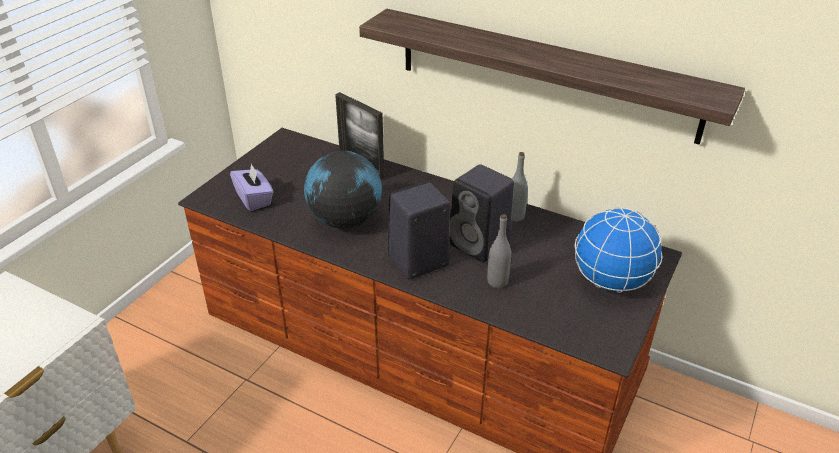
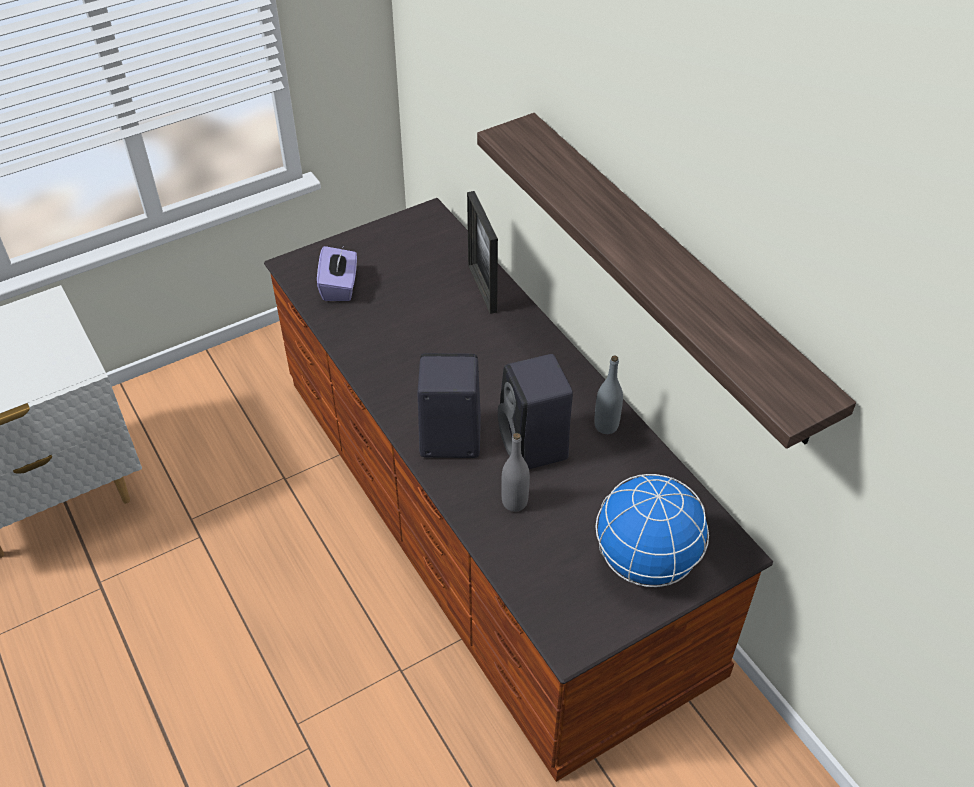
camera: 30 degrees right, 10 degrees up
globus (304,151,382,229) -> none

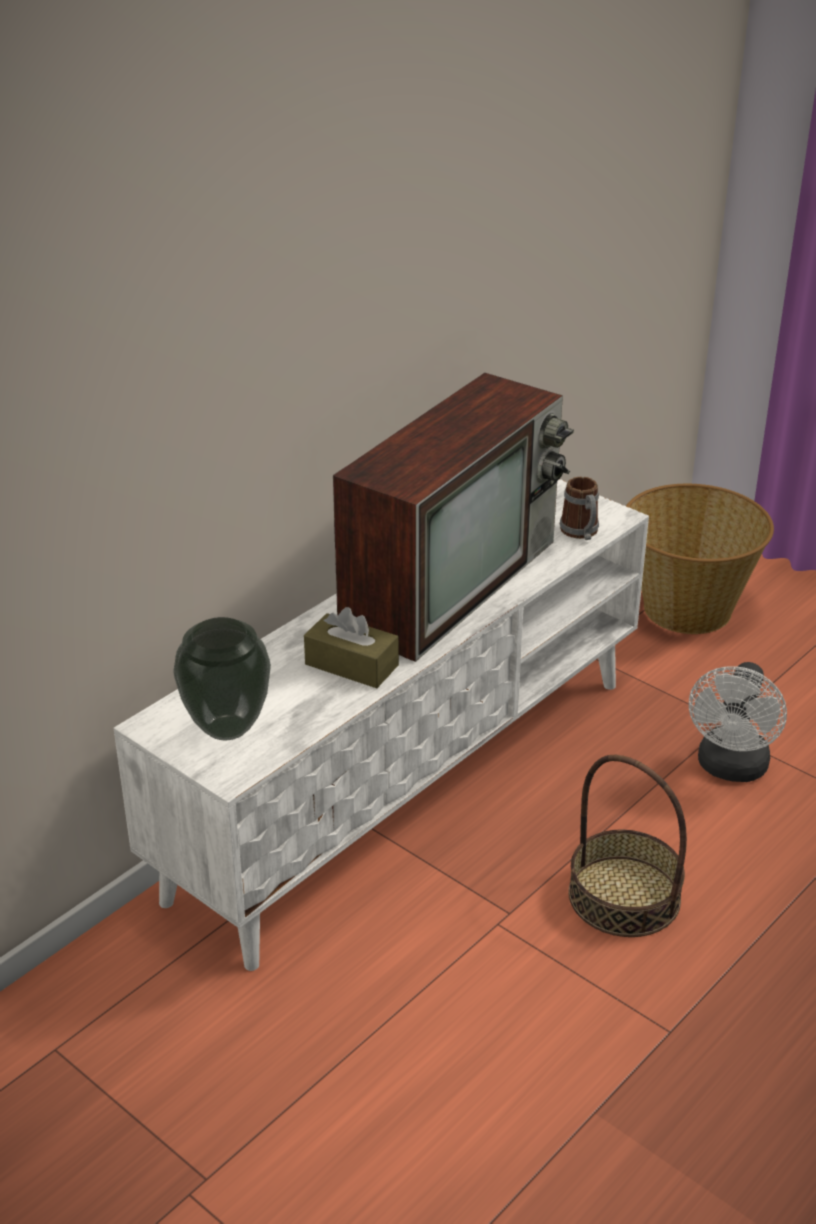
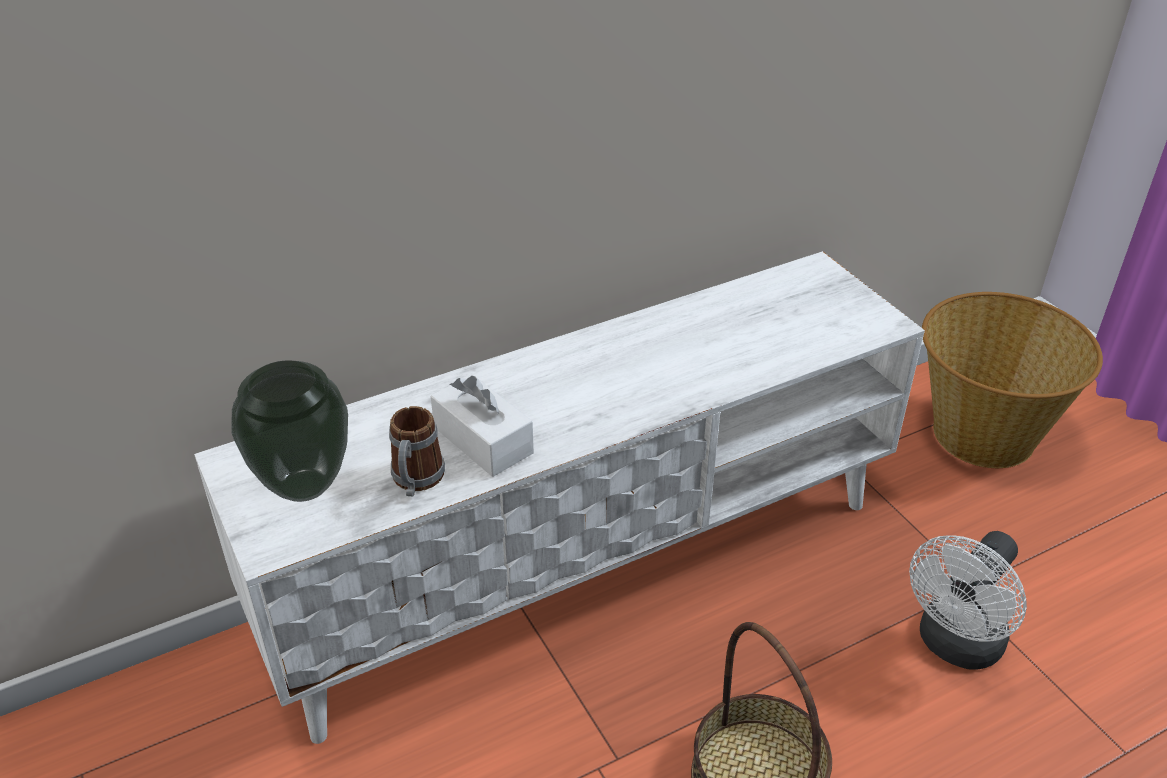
camera: 20 degrees right, 5 degrees up
telewizor (333,373,574,662) -> none
kubek (560,476,599,540) -> kubek (389,406,445,496), move
pudełko chusteczek (brązowy) (304,607,399,688) -> pudełko chusteczek (biały) (431,374,534,477)

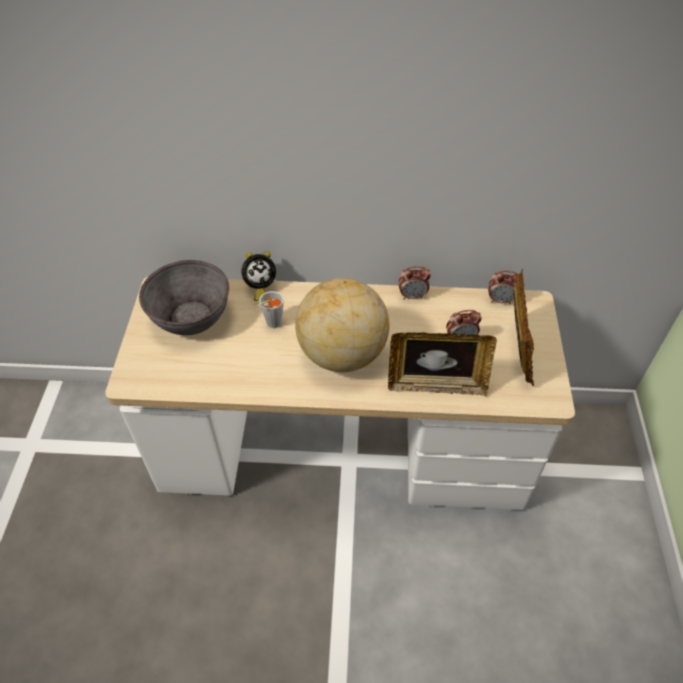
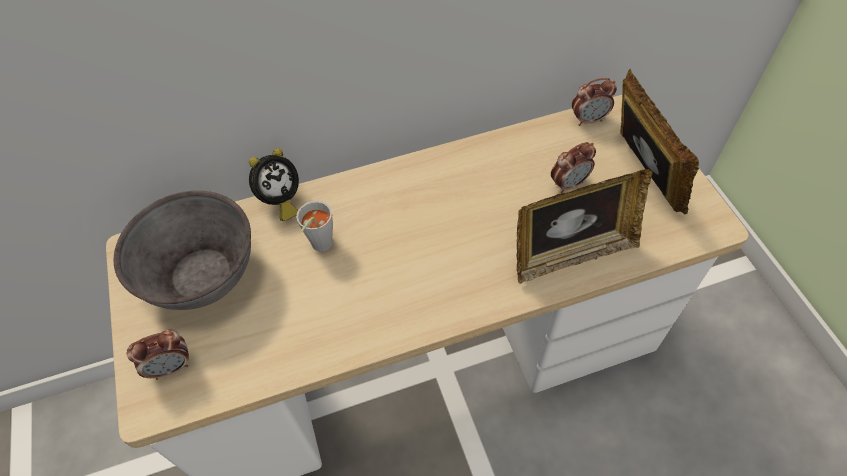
camera: 20 degrees left, 5 degrees up
budzik (399,266,431,299) -> budzik (126,329,189,380), move
globus (295,278,390,372) -> none

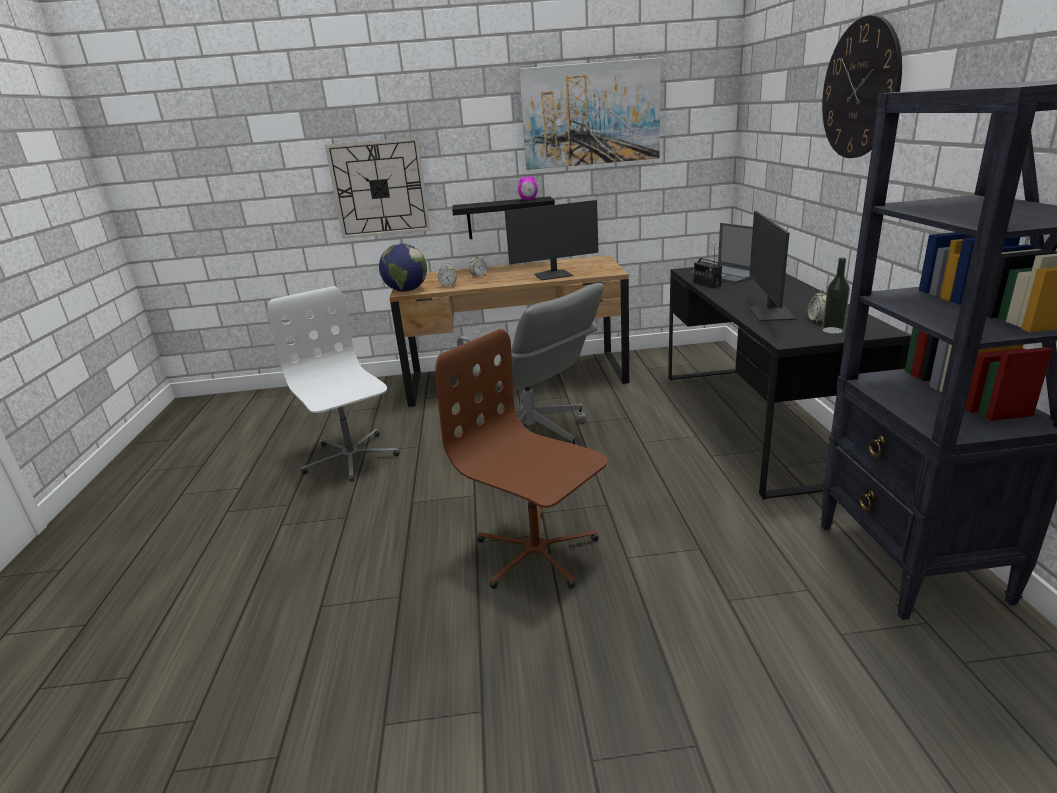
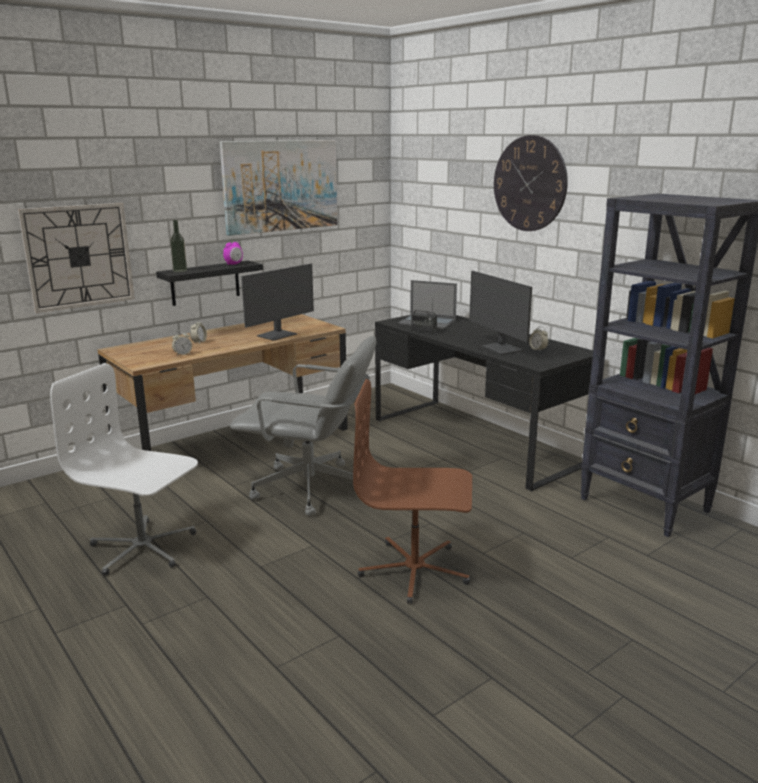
camera: 35 degrees left, 5 degrees down
globus (379,243,427,292) -> none
butelka (822,258,850,334) -> butelka (170,220,187,272), move

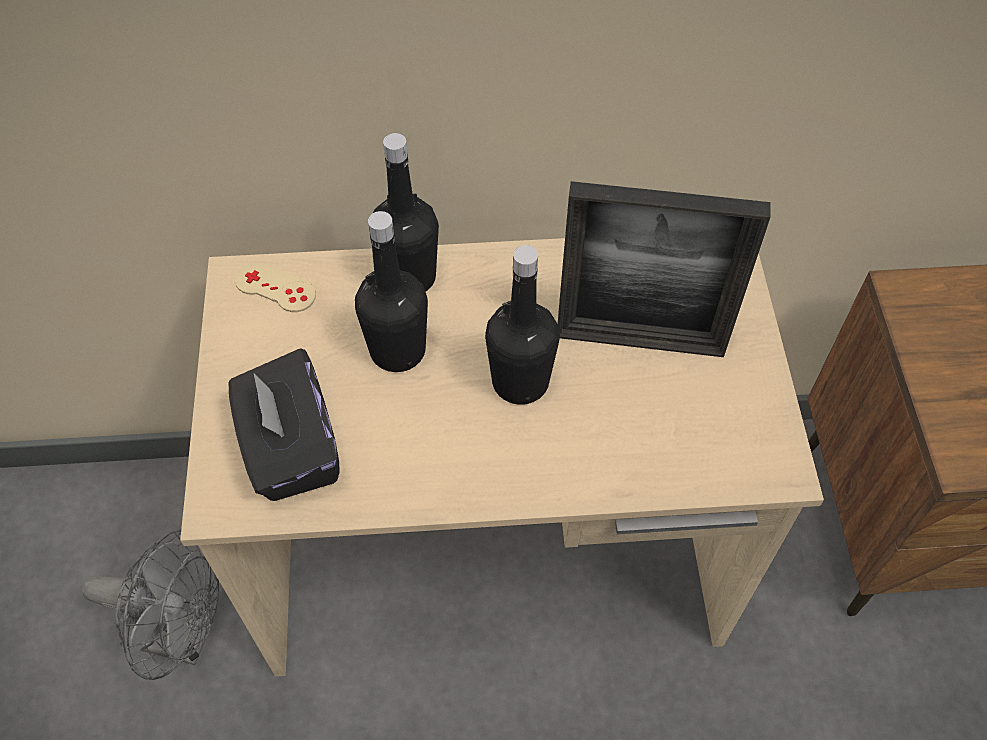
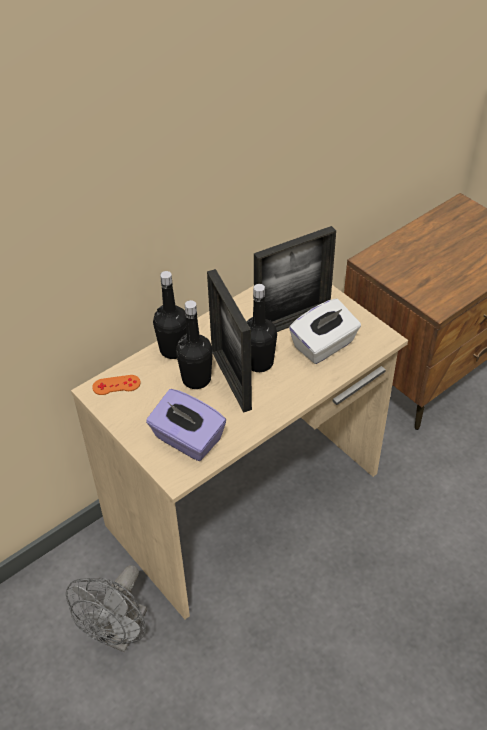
camera: 35 degrees left, 10 degrees down
pad do gier (beżowy) (235,263,316,312) -> pad do gier (pomarańczowy) (92,375,141,395)
pudełko chusteczek (czarny) (228,348,340,501) -> pudełko chusteczek (fioletowy) (146,389,226,461)
wentylator (szary) (82,529,219,680) -> wentylator (szary) (66,565,147,652), 135 degrees clockwise
none -> ramka na zdjęcie (207,269,252,413)
none -> pudełko chusteczek (biały) (289,299,361,364)

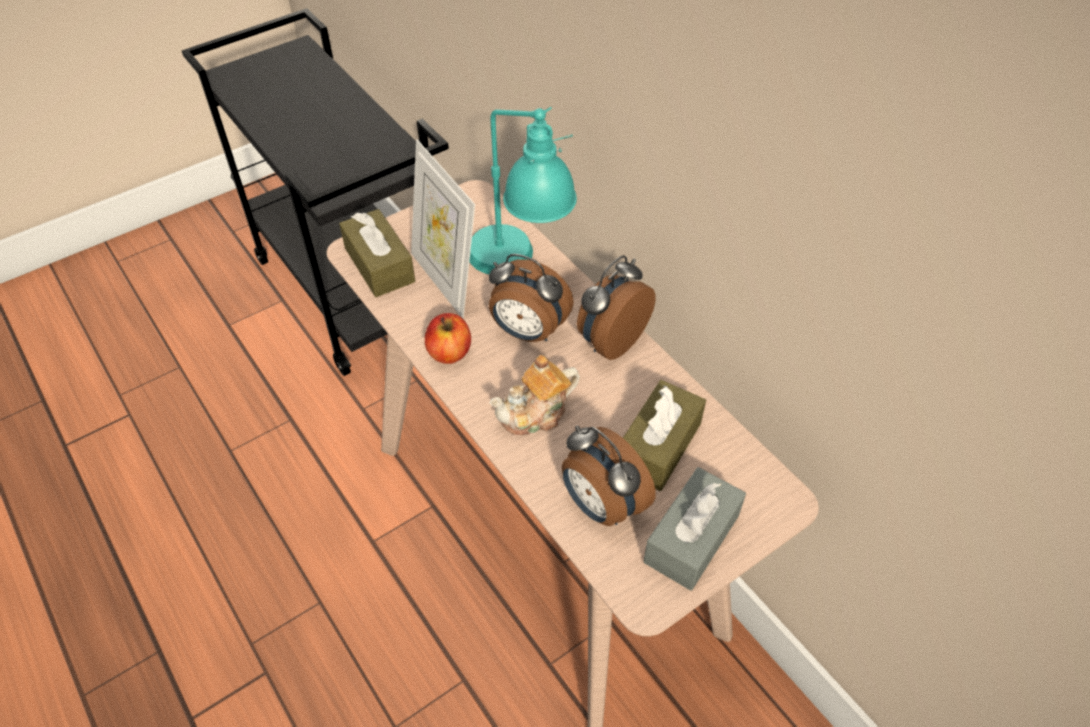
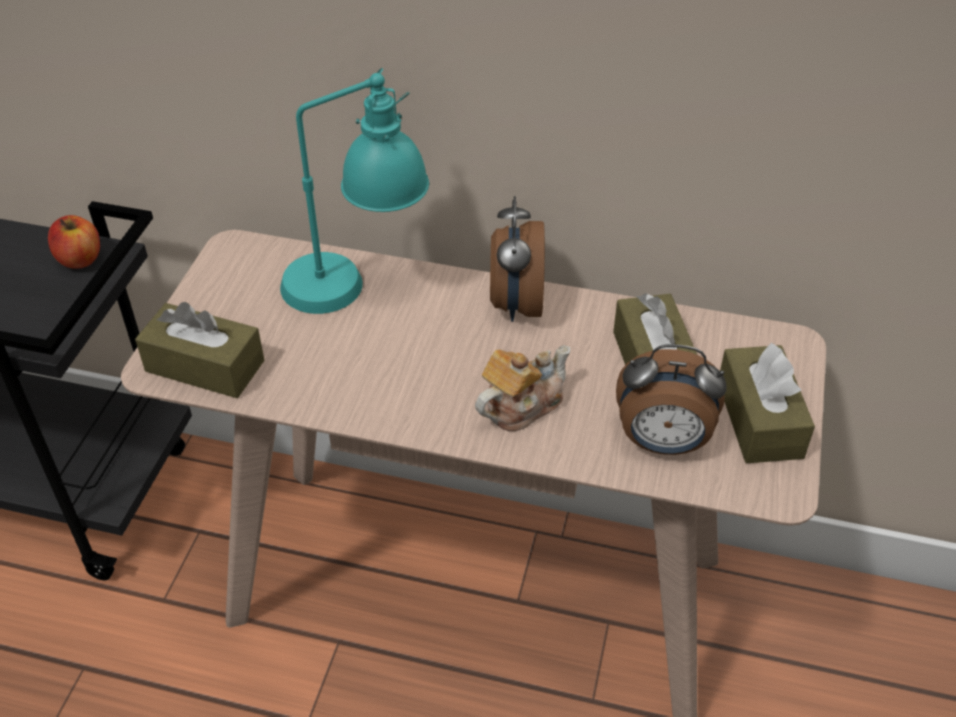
camera: 40 degrees left, 5 degrees down
ramka na zdjęcie (411,139,475,319) -> none
budzik (489,254,574,342) -> none
jabłko (425,313,471,364) -> jabłko (48,215,100,269), move
imbryk (489,355,580,435) -> imbryk (475,345,571,431), 150 degrees counterclockwise
pudełko chusteczek (szary) (643,467,746,591) -> pudełko chusteczek (brązowy) (720,342,815,463)

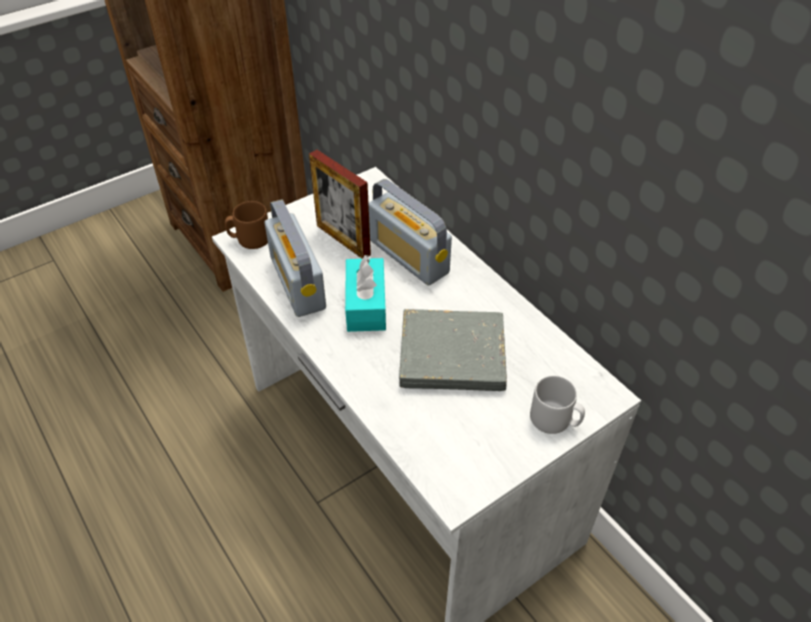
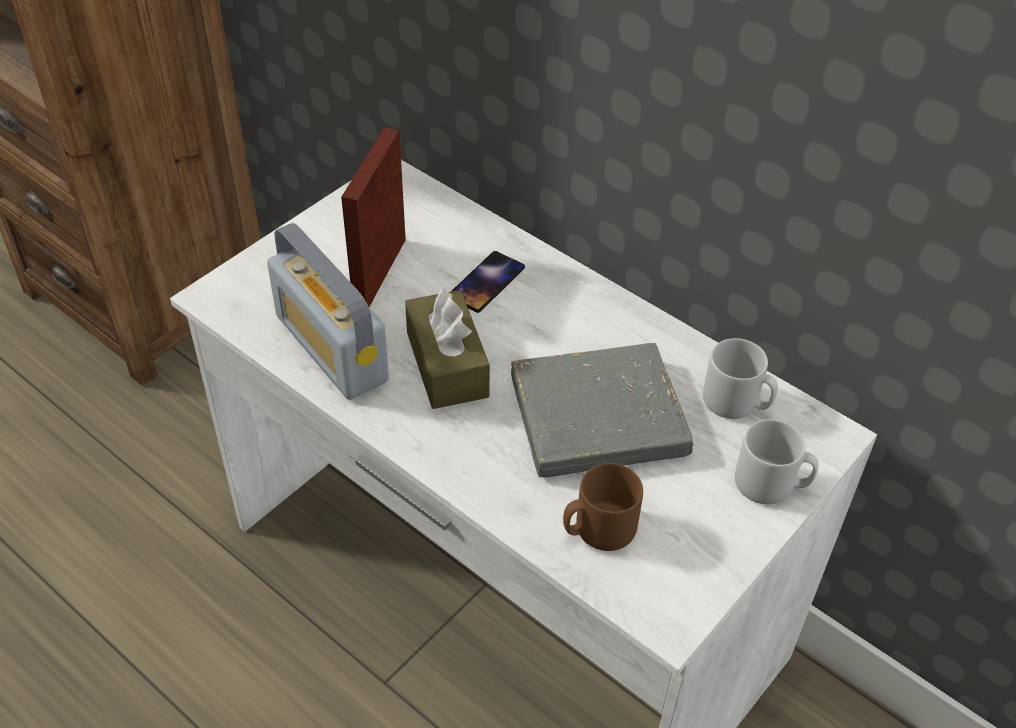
camera: 15 degrees left, 0 degrees up
ramka na zdjęcie (309,150,371,259) -> ramka na zdjęcie (341,127,406,307), 75 degrees clockwise
radio (369,179,452,285) -> telefon (451,251,525,313)
kubek (brązowy) (225,201,268,249) -> kubek (brązowy) (563,463,643,551), move
pudełko chusteczek (turkusowy) (345,255,386,332) -> pudełko chusteczek (brązowy) (405,289,490,409)
none -> kubek (szary) (703,338,778,419)

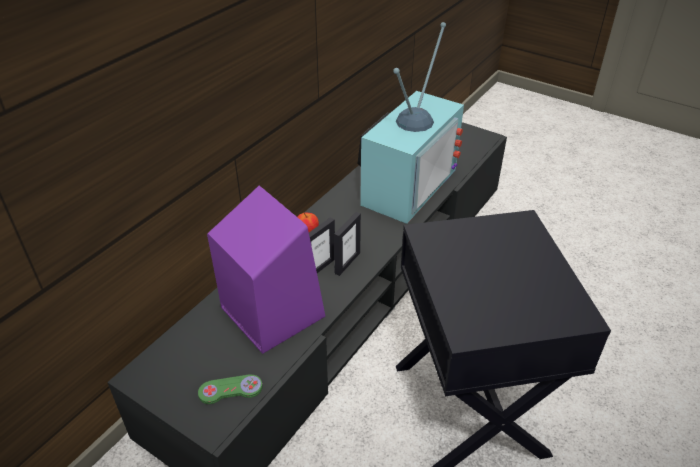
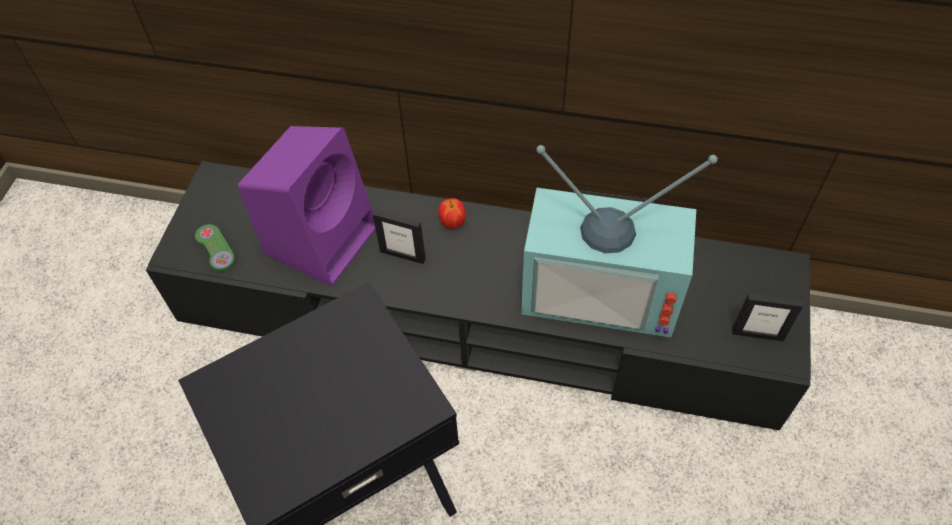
camera: 70 degrees right, 15 degrees up
ramka na zdjęcie (334,212,361,276) -> ramka na zdjęcie (732,293,803,341), move

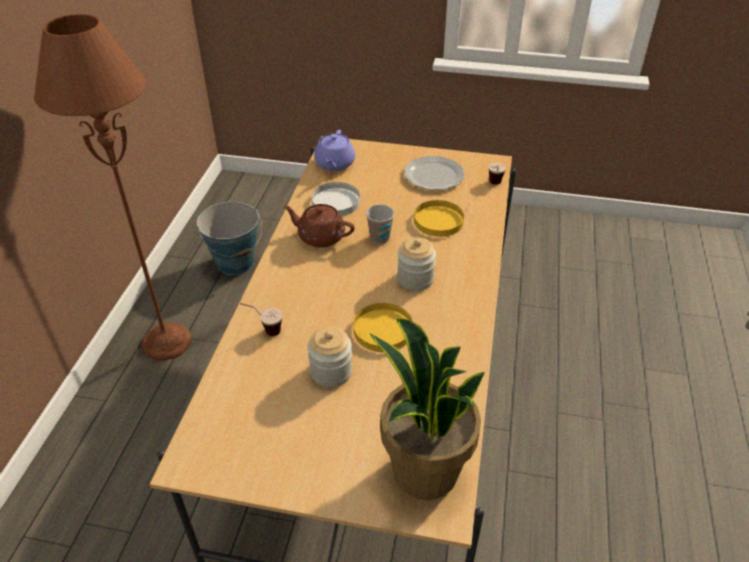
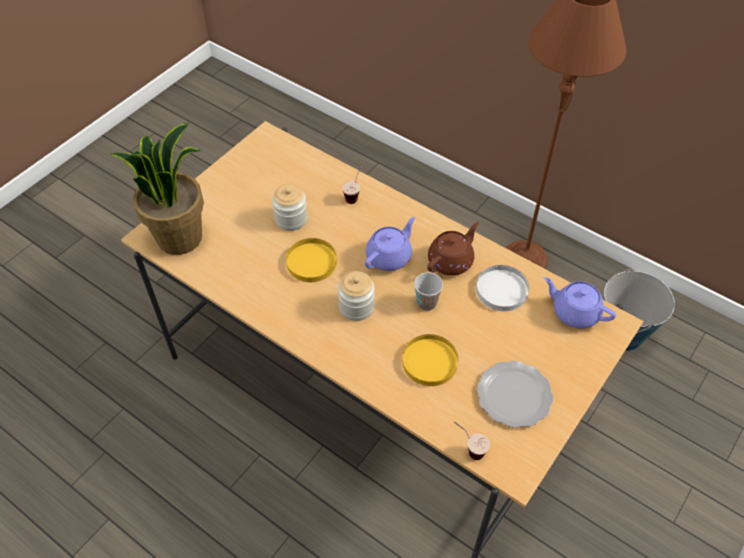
camera: 115 degrees right, 10 degrees up
none -> imbryk (fioletowy) (365,217,415,271)

